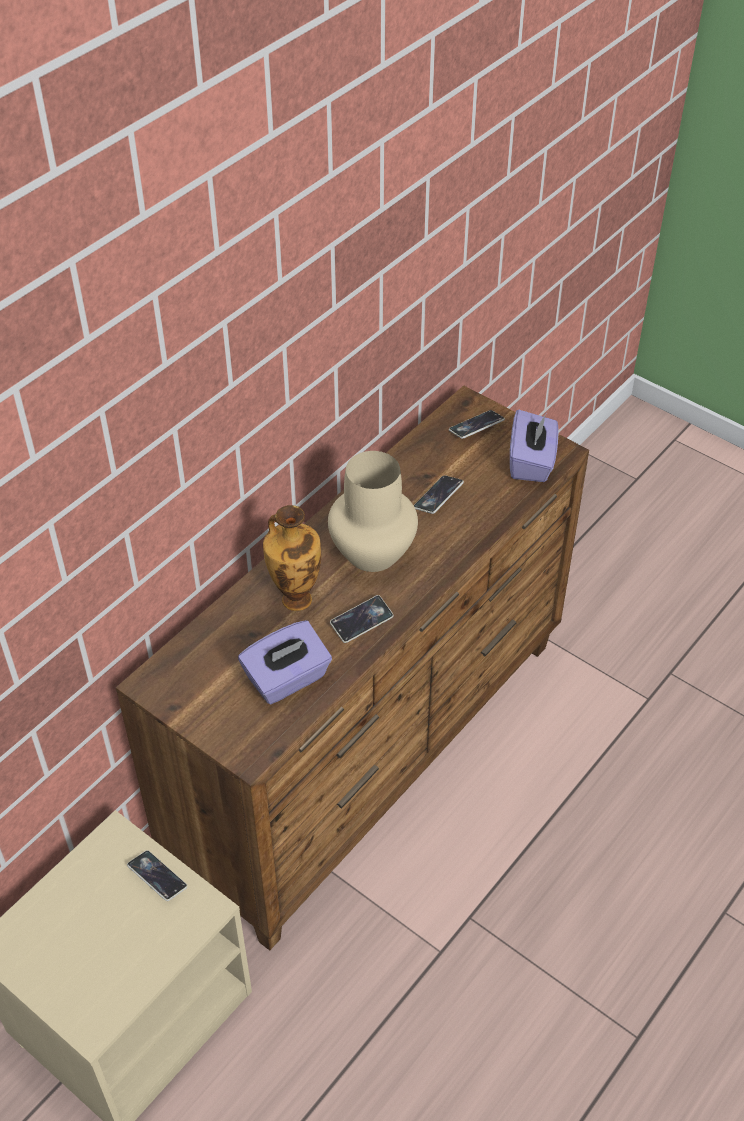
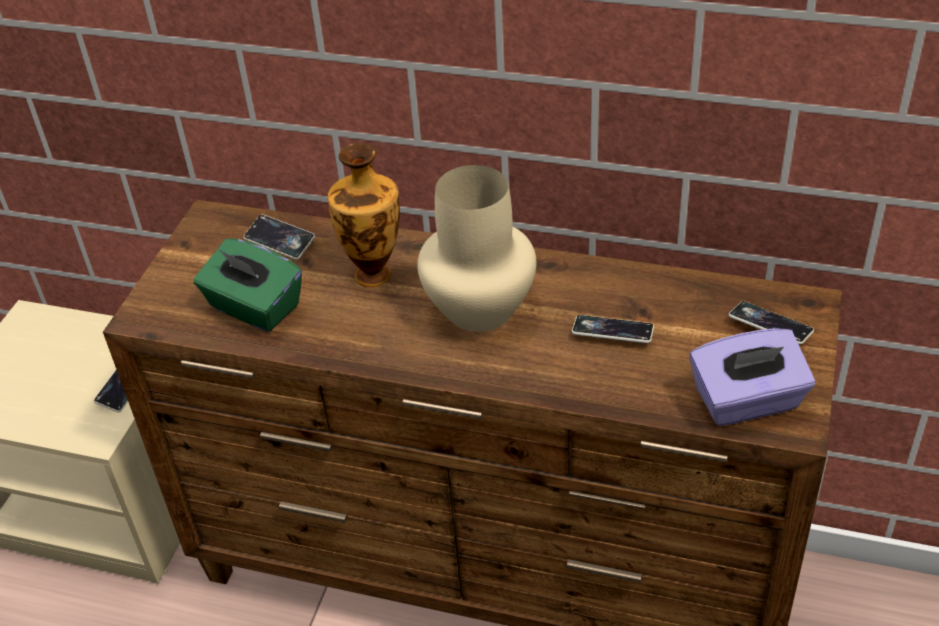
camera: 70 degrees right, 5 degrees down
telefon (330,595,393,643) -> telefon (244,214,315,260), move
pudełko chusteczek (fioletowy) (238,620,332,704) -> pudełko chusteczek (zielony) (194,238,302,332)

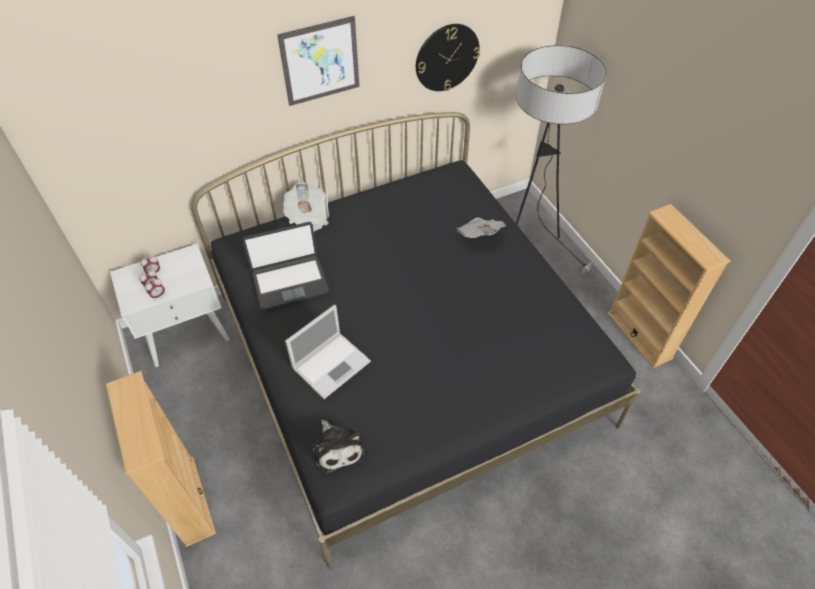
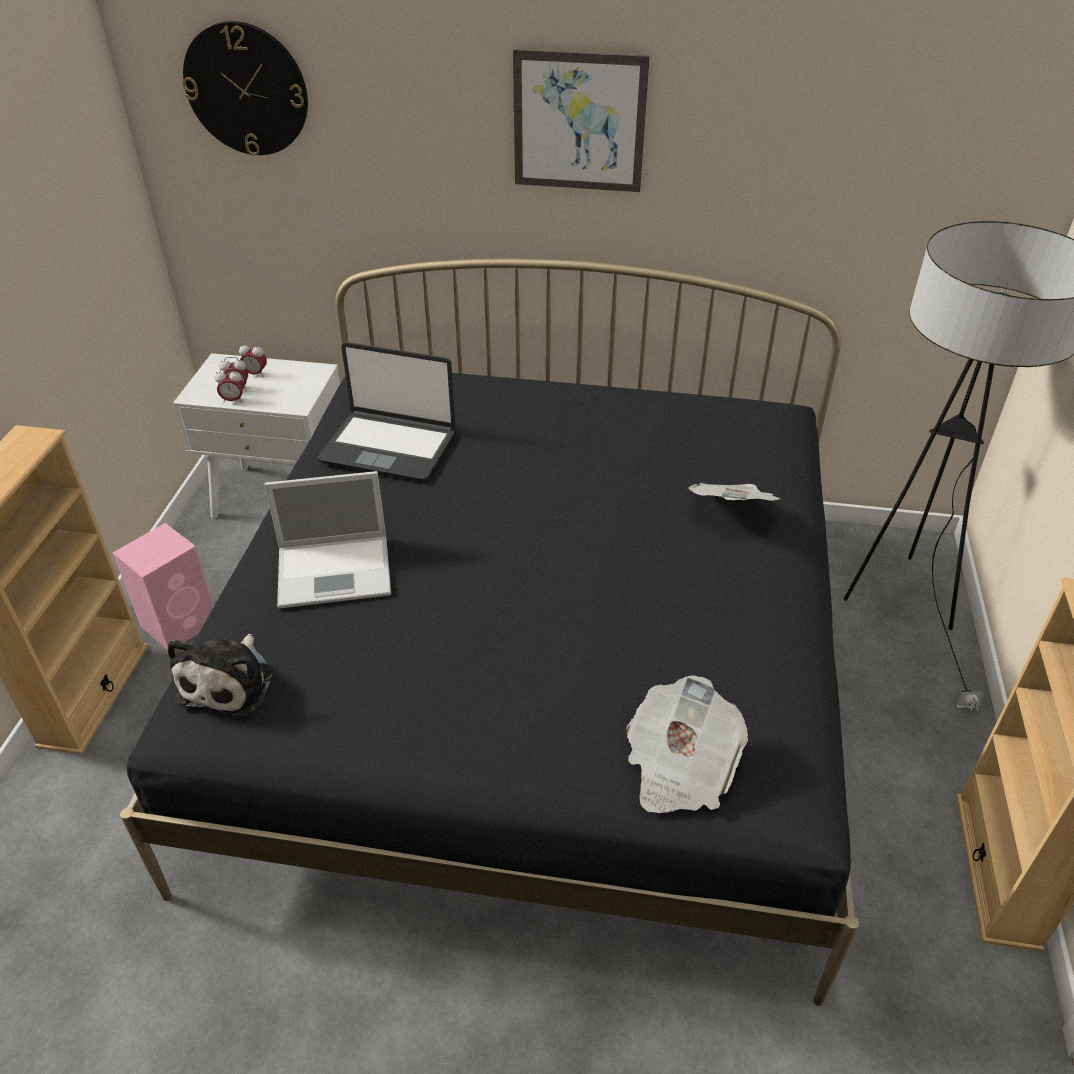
camera: 35 degrees right, 10 degrees down
zegar ścienny (416,24,480,91) -> zegar ścienny (183,21,308,156), move
gazeta (283,182,329,232) -> gazeta (626,675,748,813), move
none -> głośnik (różowy) (113,523,214,650)

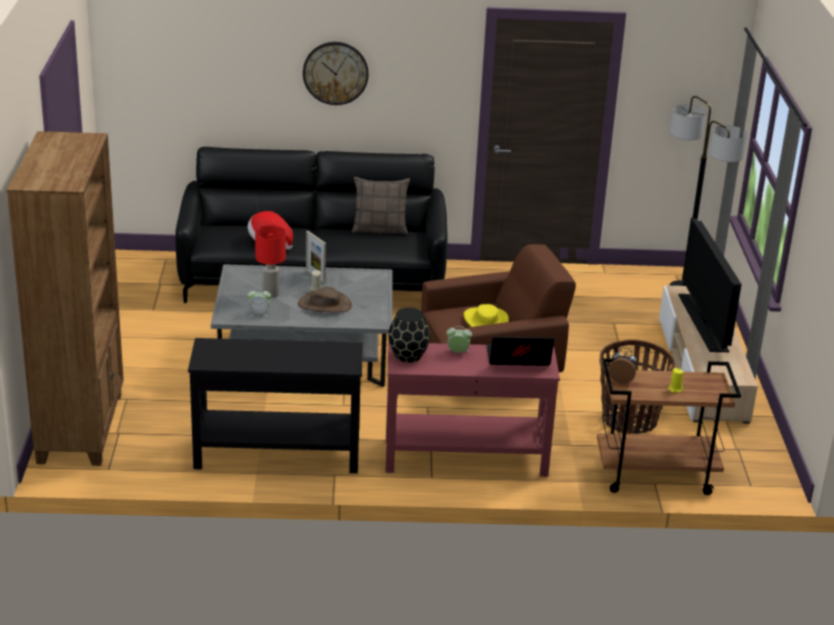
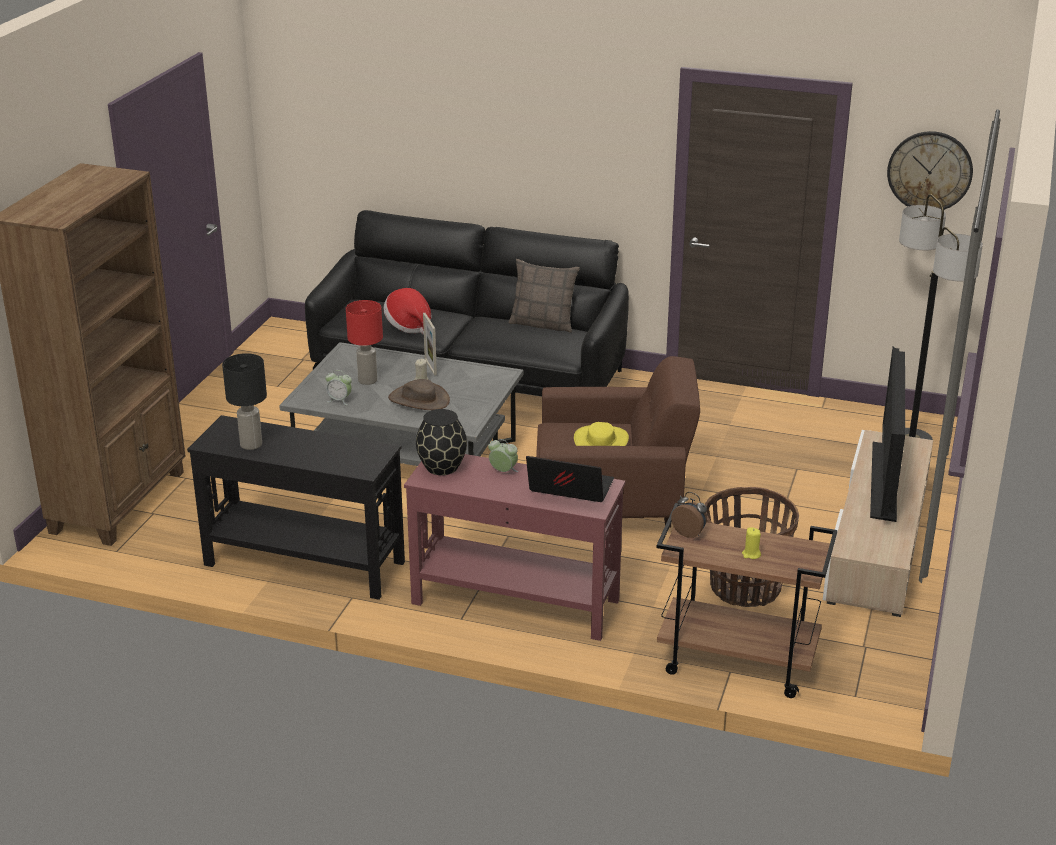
camera: 20 degrees right, 0 degrees up
zegar ścienny (303,42,369,105) -> zegar ścienny (887,131,973,210), move
none -> lampa stołowa (czarny) (222,353,267,450)

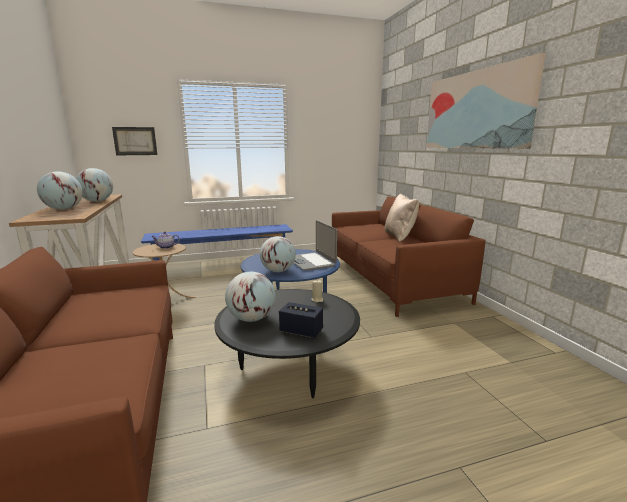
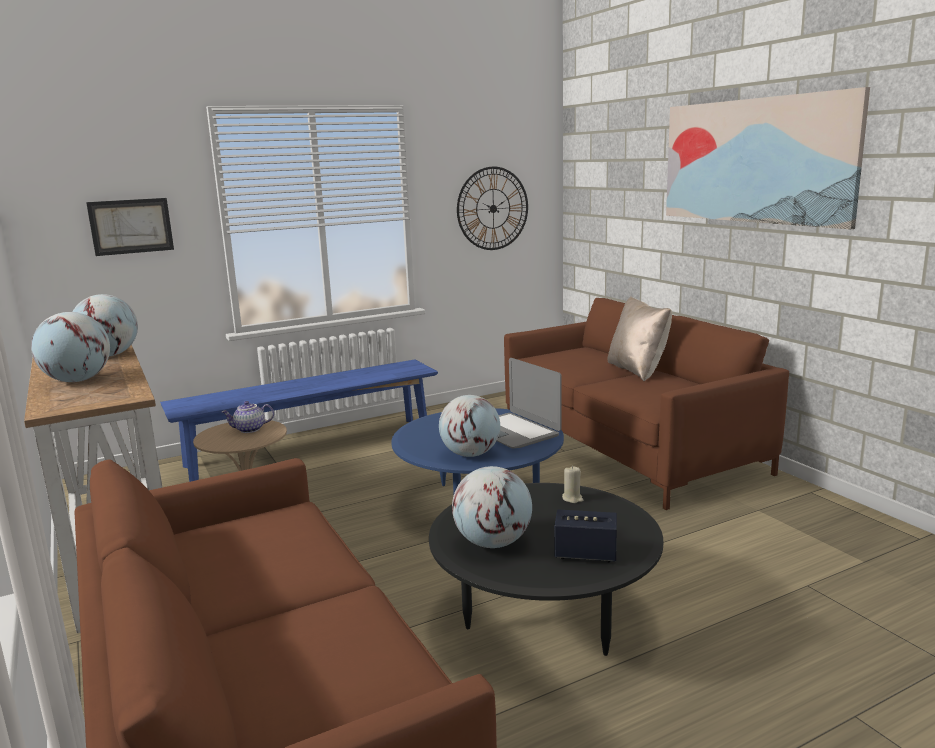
camera: 10 degrees left, 0 degrees up
none -> zegar ścienny (457,167,528,250)

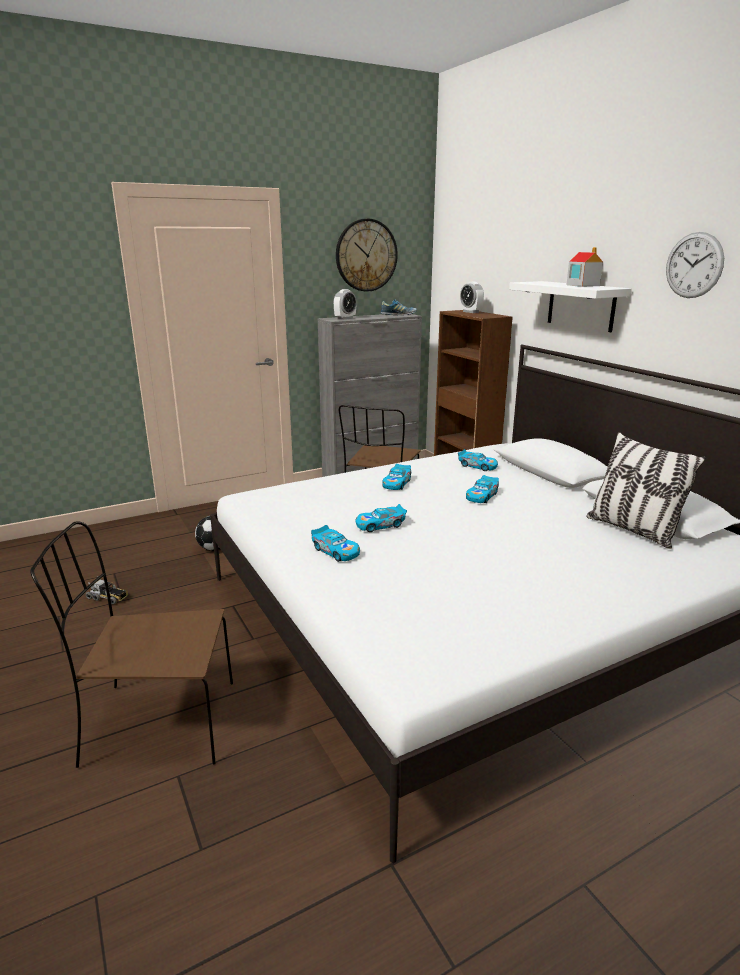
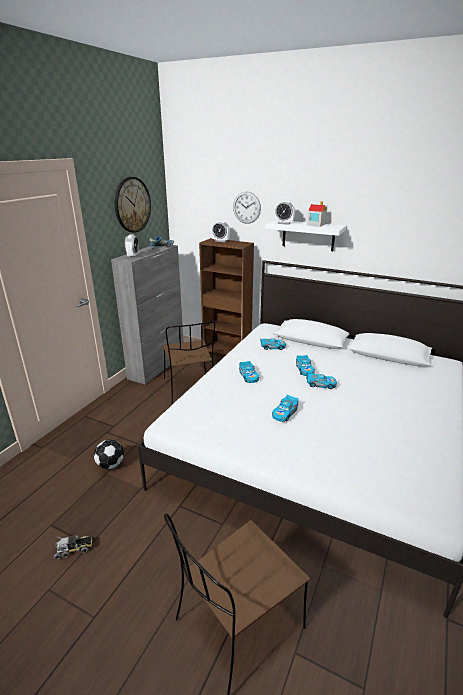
camera: 35 degrees left, 5 degrees up
zegar ścienny (666,232,724,298) -> zegar ścienny (233,192,261,224), move
poduszka (586,432,706,549) -> none
samochodzik (311,525,360,562) -> samochodzik (306,373,337,389), move
none -> budzik (274,200,295,225)

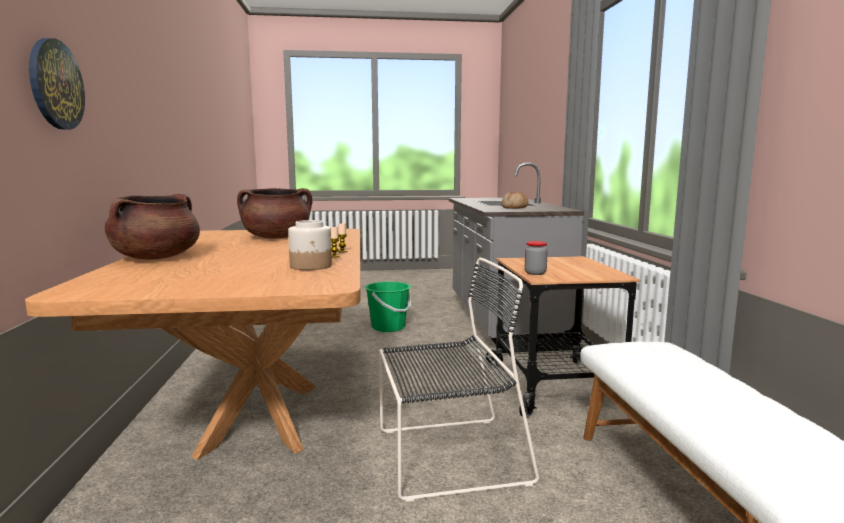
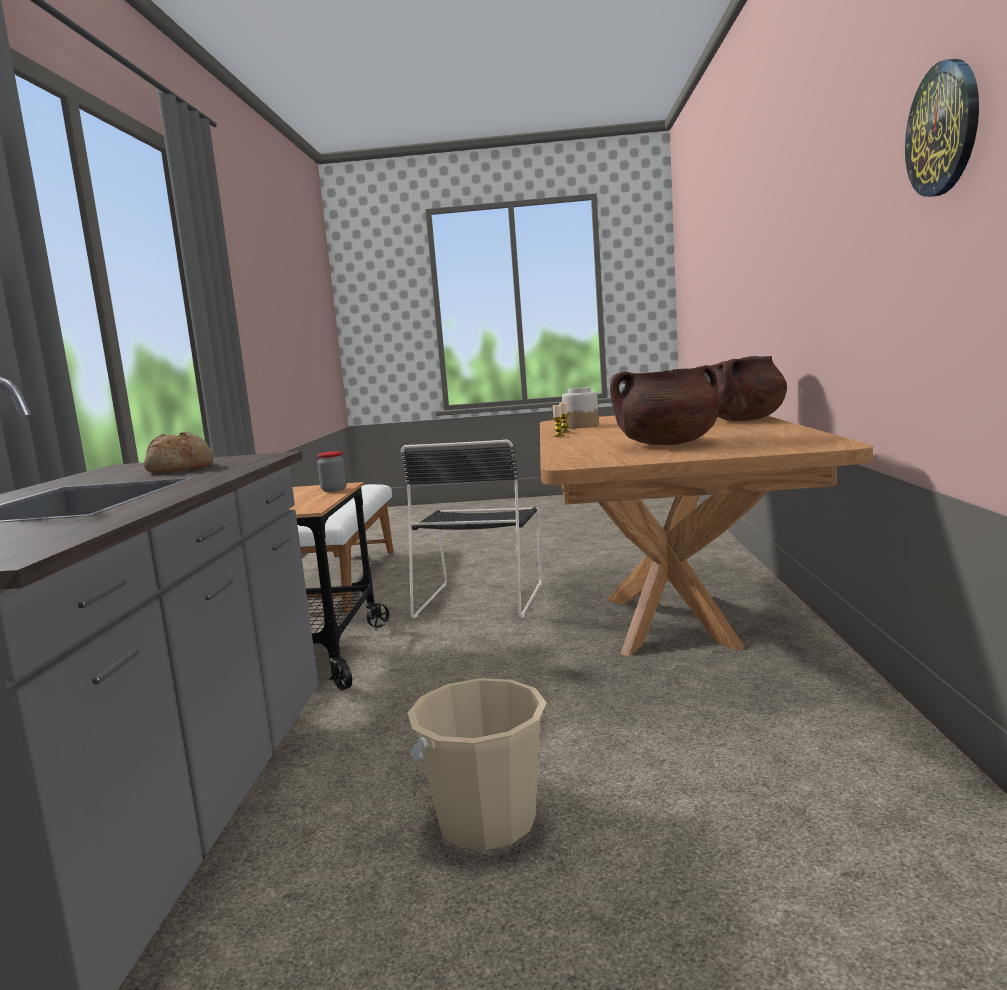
camera: 170 degrees left, 0 degrees up
zegar ścienny (29,38,85,130) -> zegar ścienny (905,59,979,197), move
krzesło (czarny) (379,257,539,502) -> krzesło (czarny) (400,440,542,619), 75 degrees counterclockwise
wiadro (zielony) (364,282,411,332) -> wiadro (beżowy) (408,678,547,850)

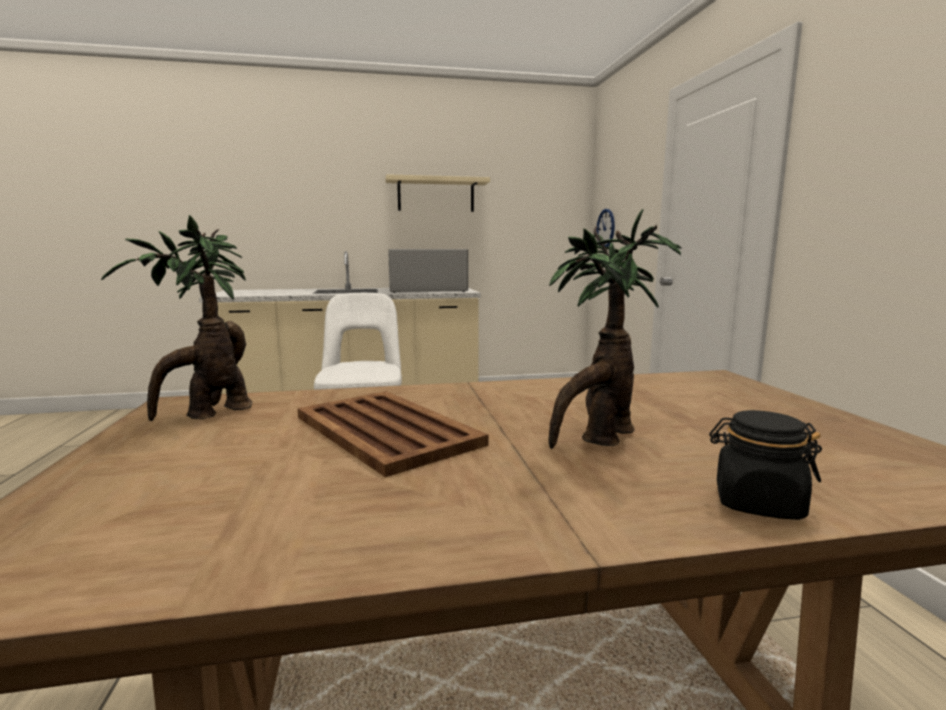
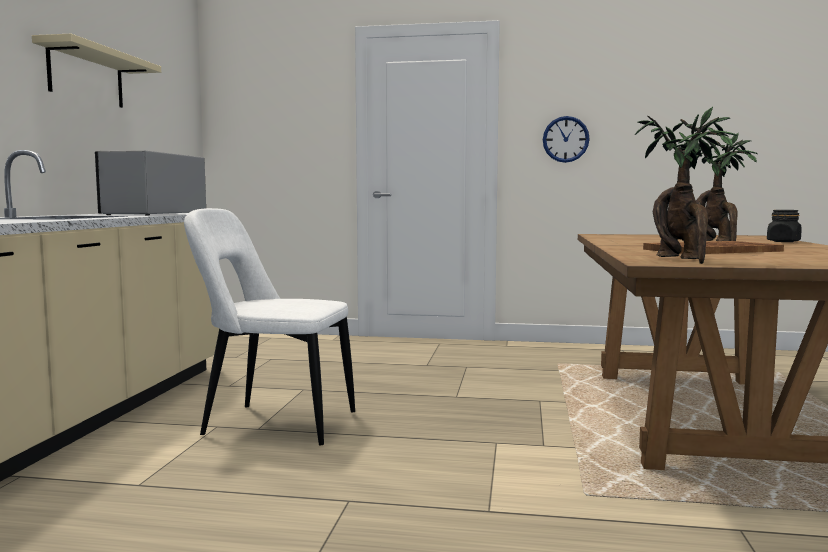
camera: 70 degrees left, 5 degrees down
zegar ścienny (596,209,615,247) -> zegar ścienny (543,116,590,163), move

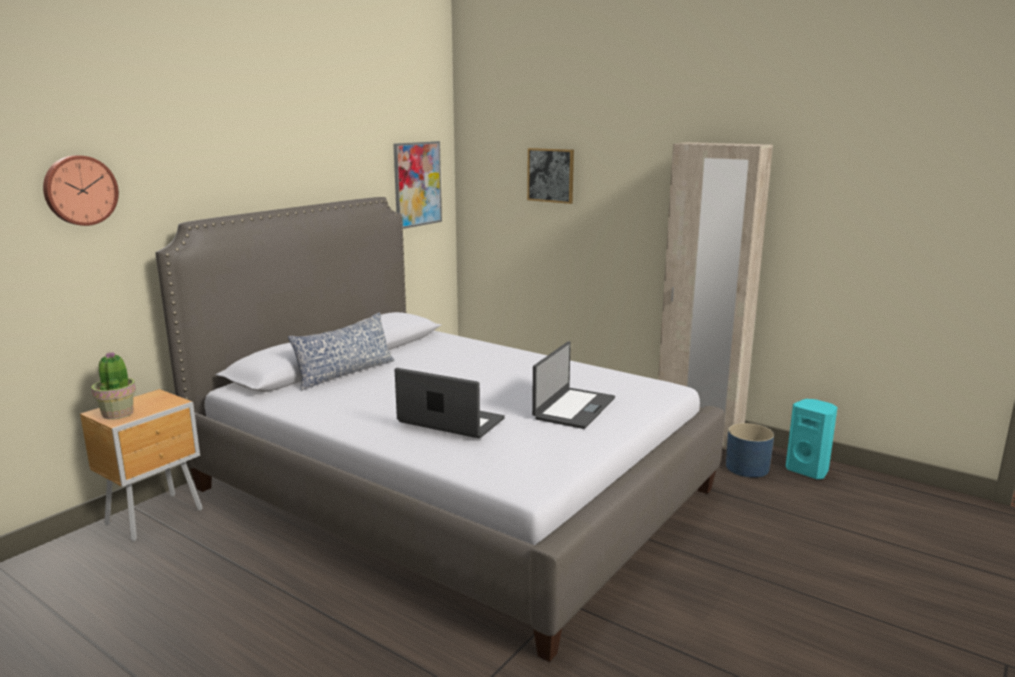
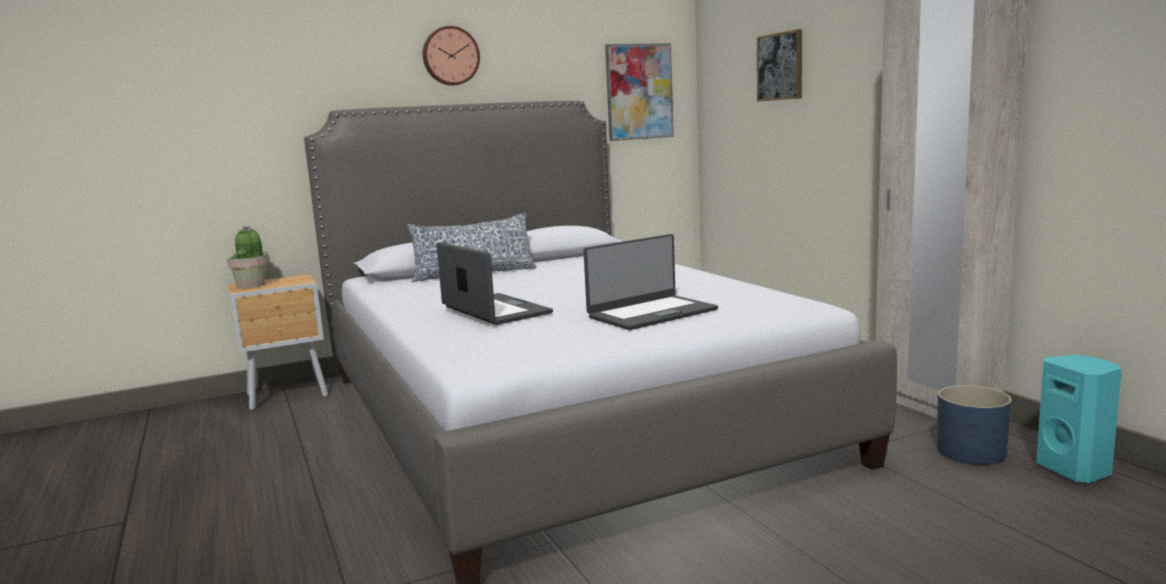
camera: 30 degrees right, 5 degrees down
zegar ścienny (43,155,119,226) -> zegar ścienny (423,26,480,86), move

